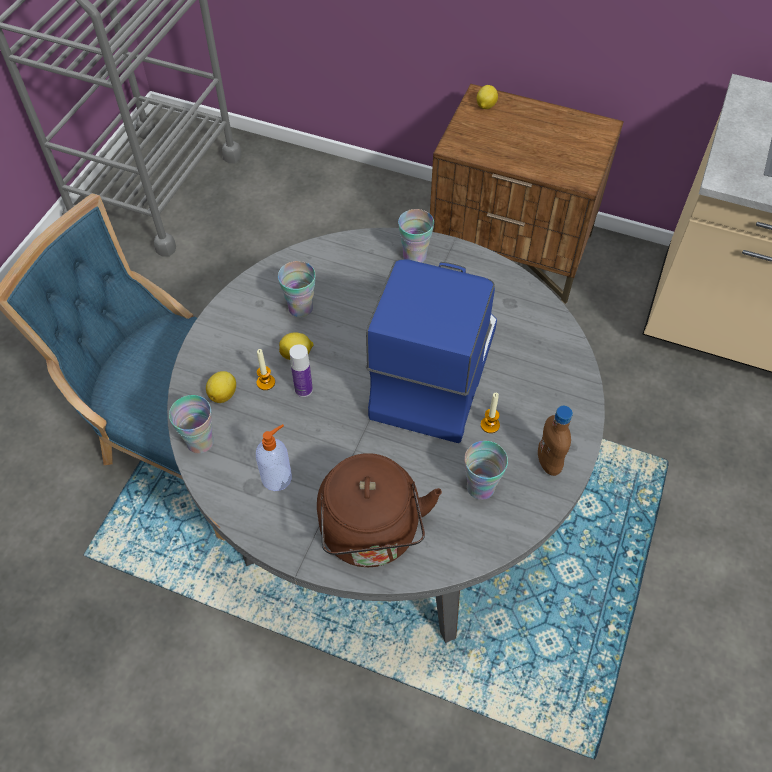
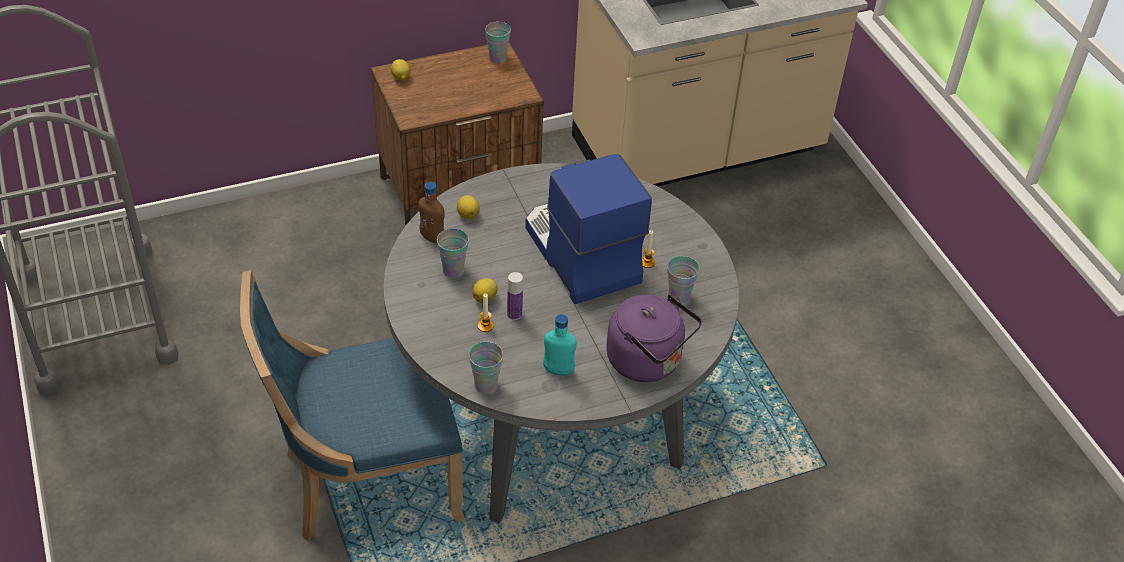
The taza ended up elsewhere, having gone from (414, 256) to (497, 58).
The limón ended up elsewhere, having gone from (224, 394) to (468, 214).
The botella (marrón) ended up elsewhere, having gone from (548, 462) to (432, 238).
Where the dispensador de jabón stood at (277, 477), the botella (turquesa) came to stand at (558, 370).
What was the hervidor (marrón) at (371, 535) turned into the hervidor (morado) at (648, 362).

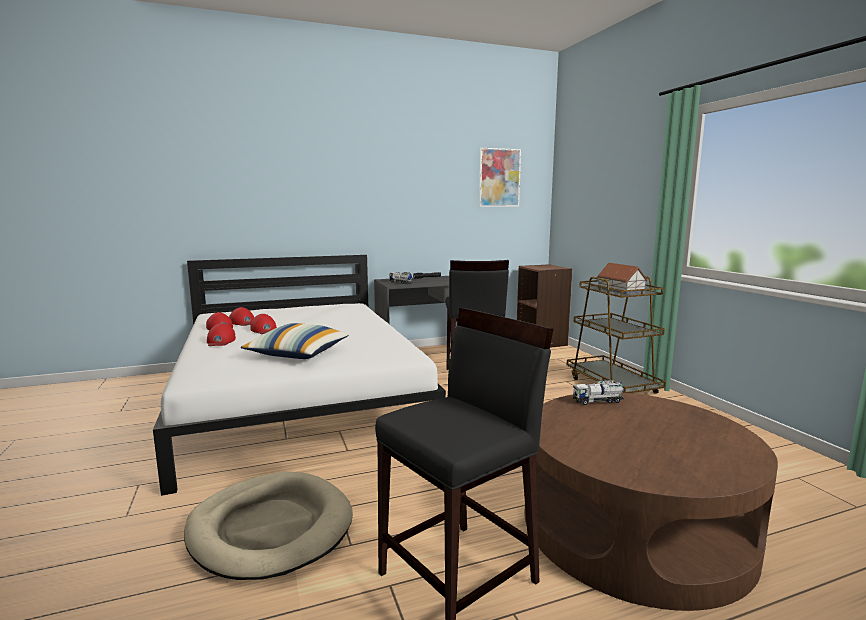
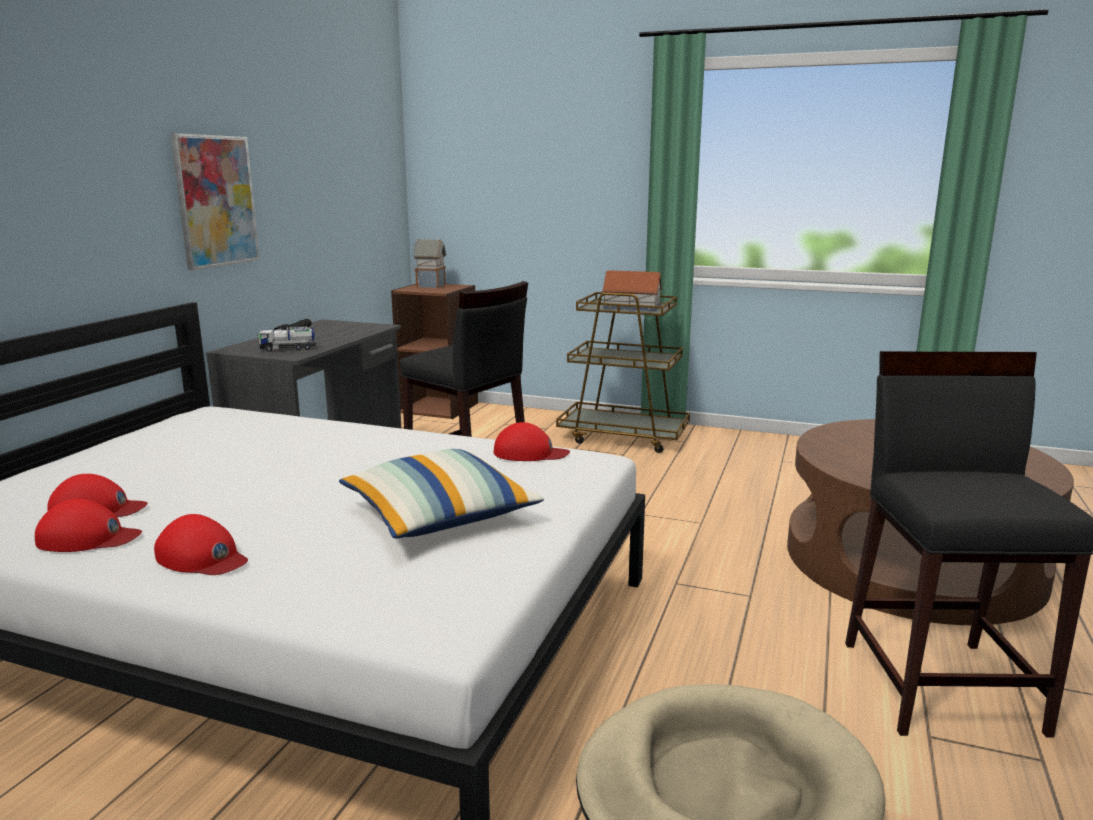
The cuadro ended up elsewhere, having gone from (499, 178) to (216, 201).
The gorra (rojo) ended up elsewhere, having gone from (264, 330) to (530, 453).
The second view lost the camión de juguete at (598, 401).
The second view gained the casita at (431, 286).

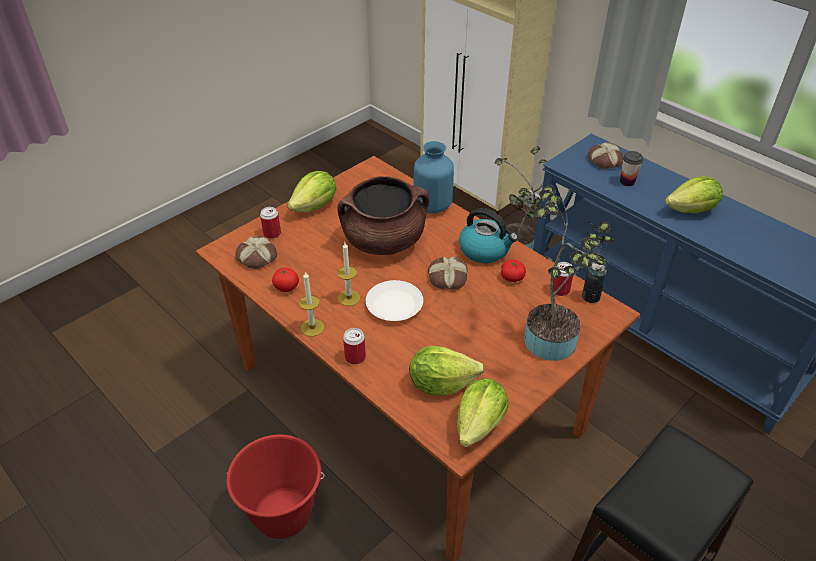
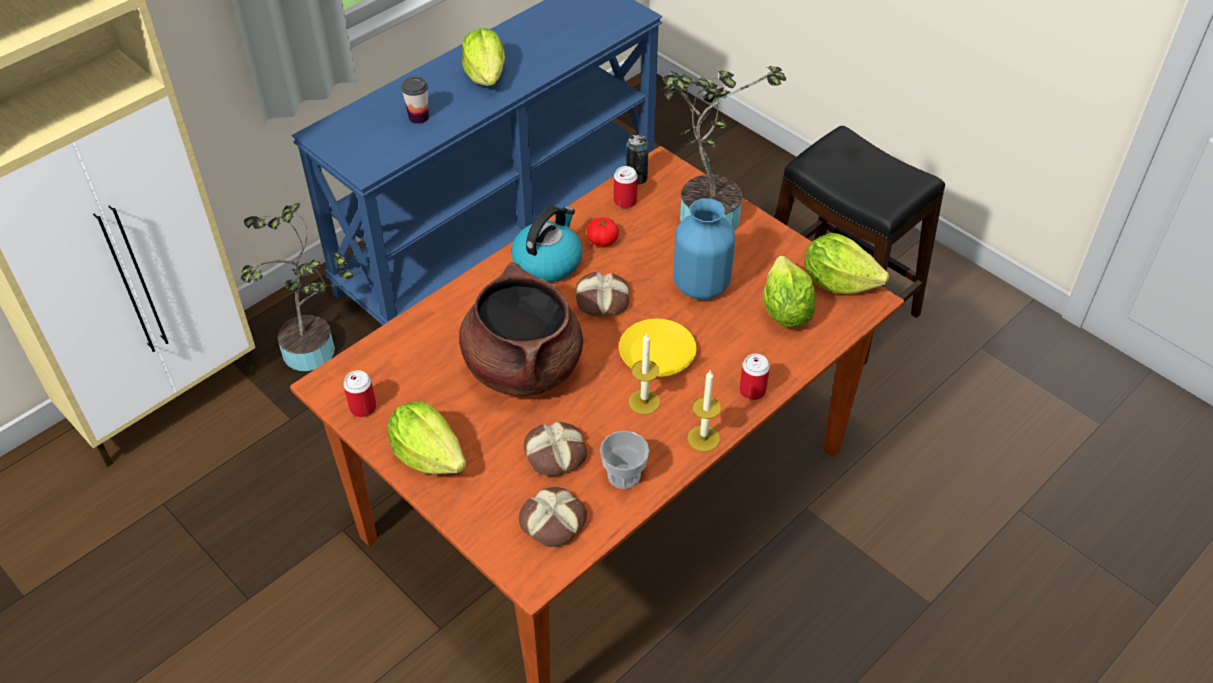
The florero (azul) ended up elsewhere, having gone from (432, 206) to (701, 286).
The pan ended up elsewhere, having gone from (604, 160) to (555, 455).
The lata ended up elsewhere, having gone from (272, 234) to (363, 407).
Where the tomate stood at (286, 287), the taza came to stand at (624, 475).
What was the plato (blanco) at (394, 306) turned into the plato (amarillo) at (658, 353).
The second view lost the cubo (rojo) at (283, 514).

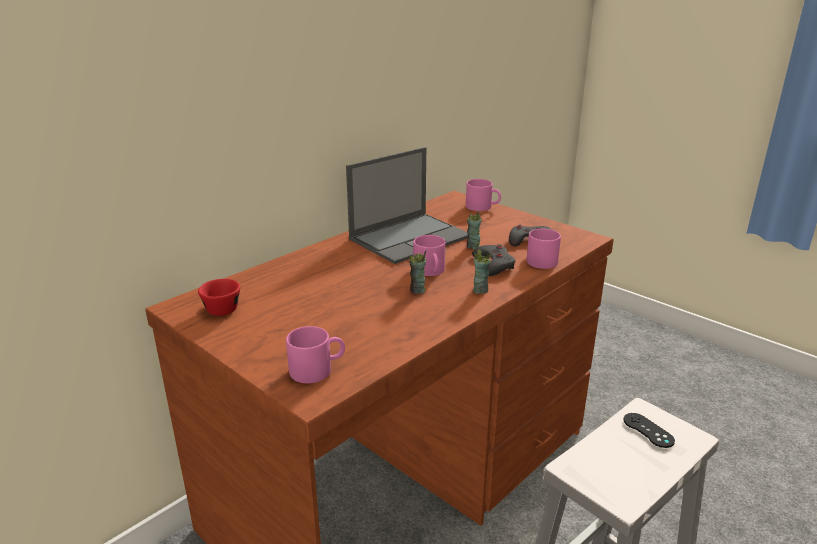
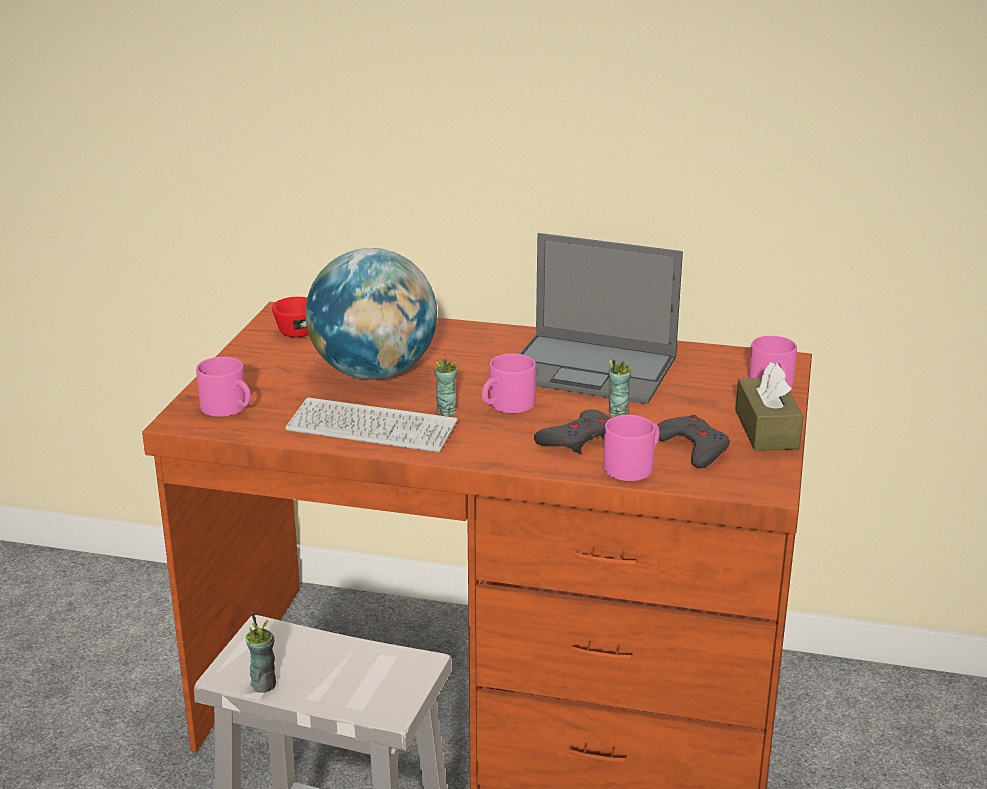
The taza ended up elsewhere, having gone from (480, 290) to (264, 684).
The second view lost the mando de consola (negro) at (648, 430).
The second view gained the globo terráqueo at (374, 373).
The second view gained the caja de pañuelos (marrón) at (766, 429).
The second view gained the teclado at (371, 428).

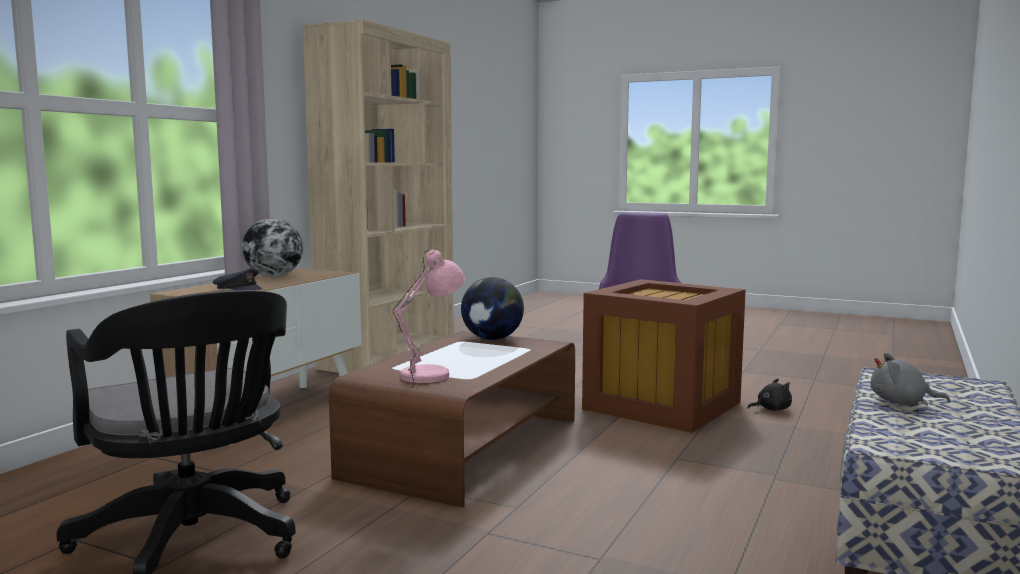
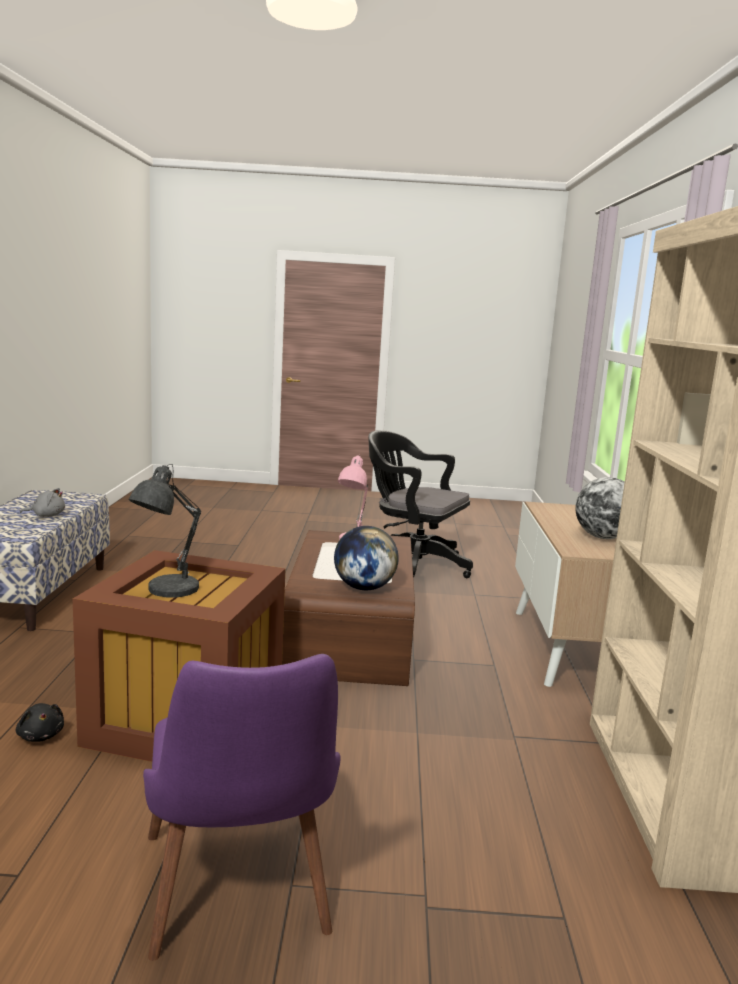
The second view lost the gorra (gris) at (238, 289).
The peluche (negro) at (771, 409) ended up facing another way, 90 degrees counterclockwise from before.
The second view gained the lámpara de mesa (gris) at (168, 590).

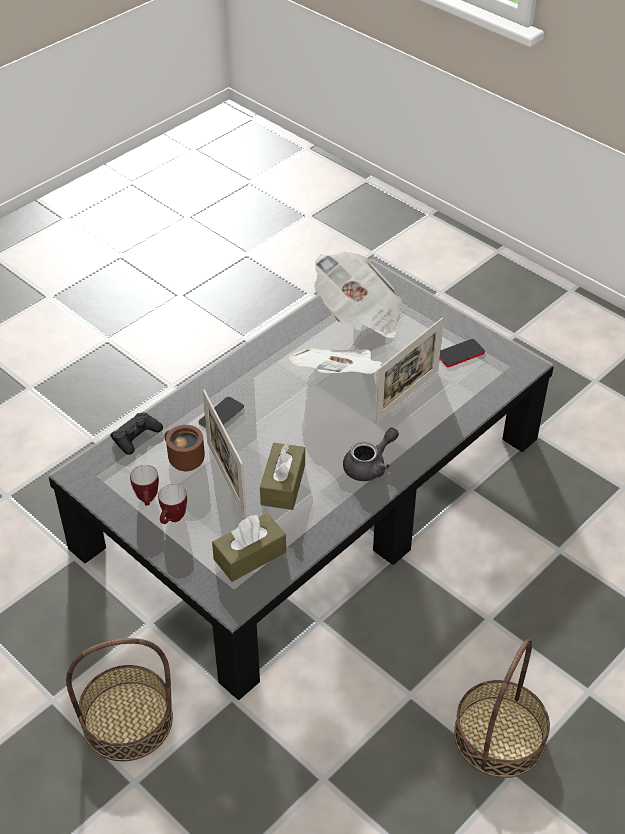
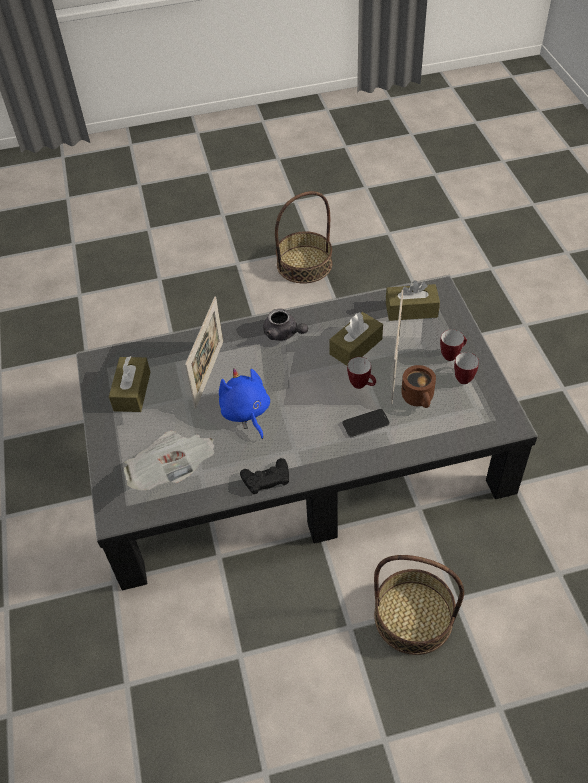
The portarretratos at (406, 396) ended up facing another way, 120 degrees clockwise from before.
Where the móvil stood at (460, 354), the caja de pañuelos (marrón) came to stand at (132, 391).
Where the periódico stood at (339, 379), the peluche (azul) came to stand at (246, 413).
The mando de consola (negro) ended up elsewhere, having gone from (136, 436) to (266, 478).
The tetera (gris) at (370, 466) ended up facing another way, 135 degrees counterclockwise from before.
The cesta ended up elsewhere, having gone from (127, 721) to (413, 616).
The second view gained the taza grande at (362, 385).

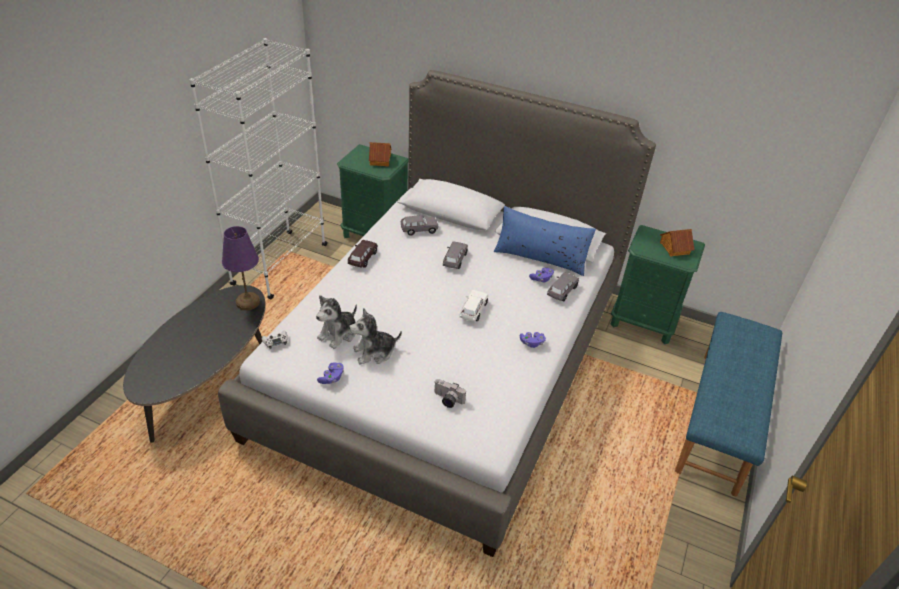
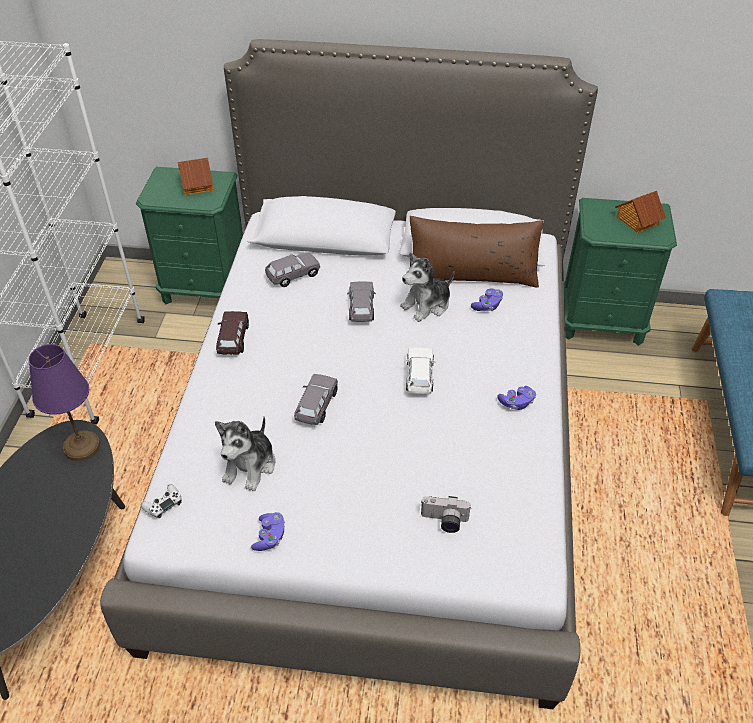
What was the cojín (azul) at (540, 257) turned into the cojín (marrón) at (472, 274).
The coche de juguete (gris) ended up elsewhere, having gone from (561, 291) to (316, 406).
The peluche ended up elsewhere, having gone from (374, 352) to (427, 305).

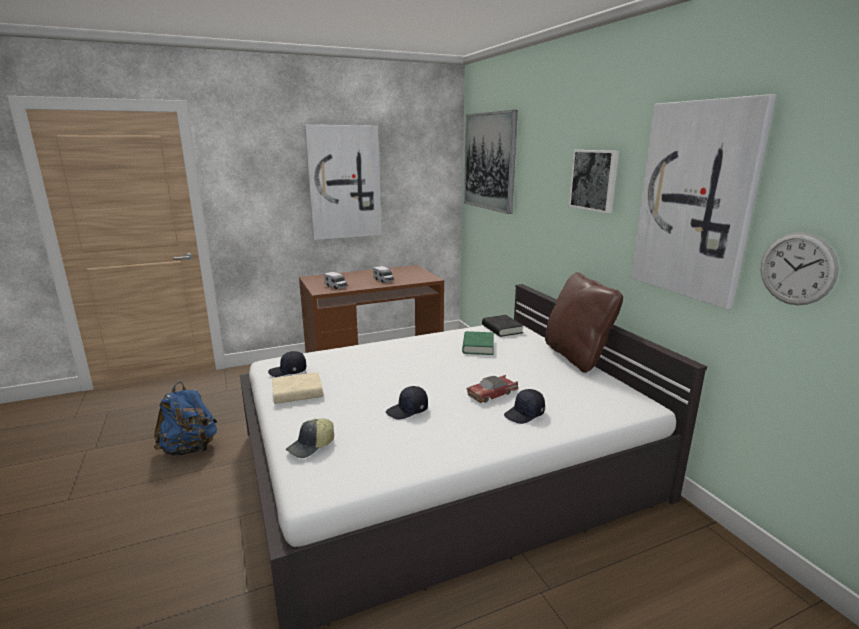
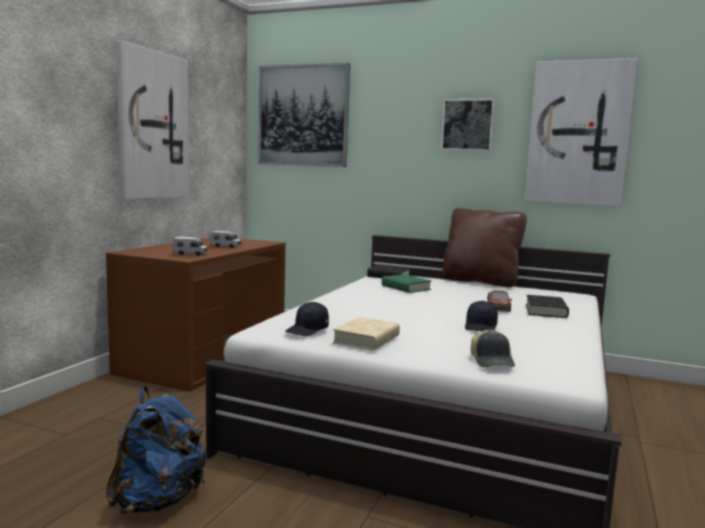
The second view lost the reloj de pared at (797, 269).
Where the gorra (negro) stood at (524, 414), the libro (negro) came to stand at (546, 311).

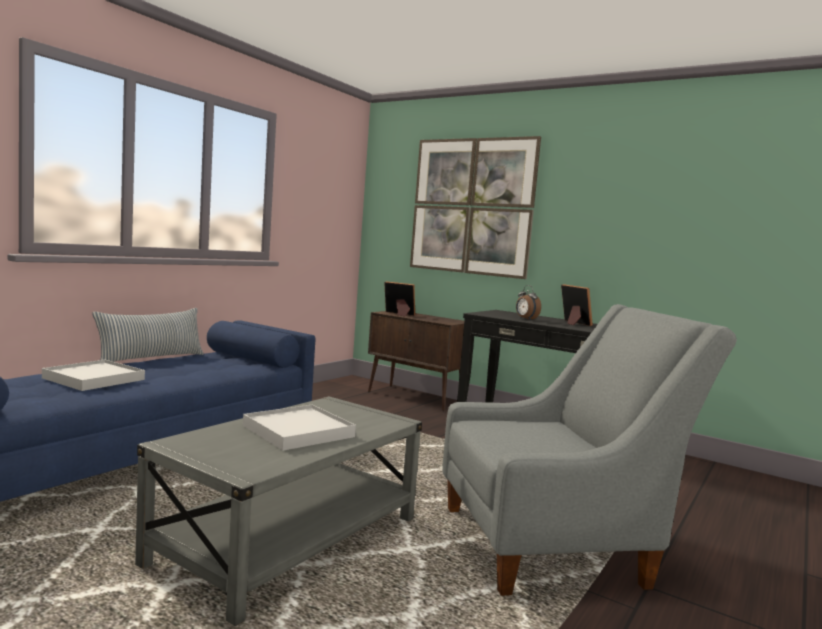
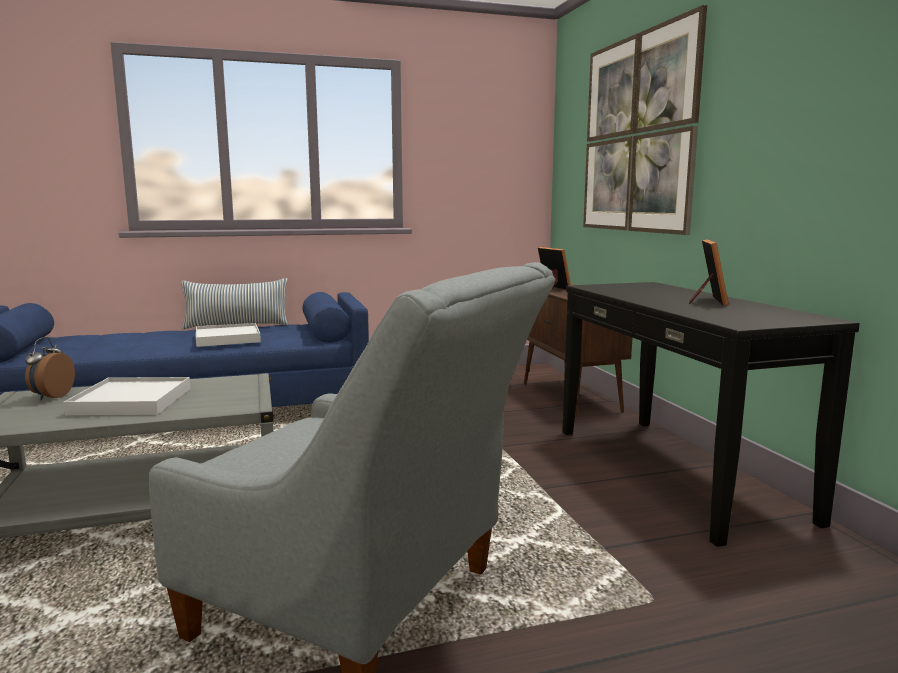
The despertador ended up elsewhere, having gone from (526, 319) to (51, 396).
The bandeja (blanco) ended up elsewhere, having gone from (93, 379) to (227, 338).

